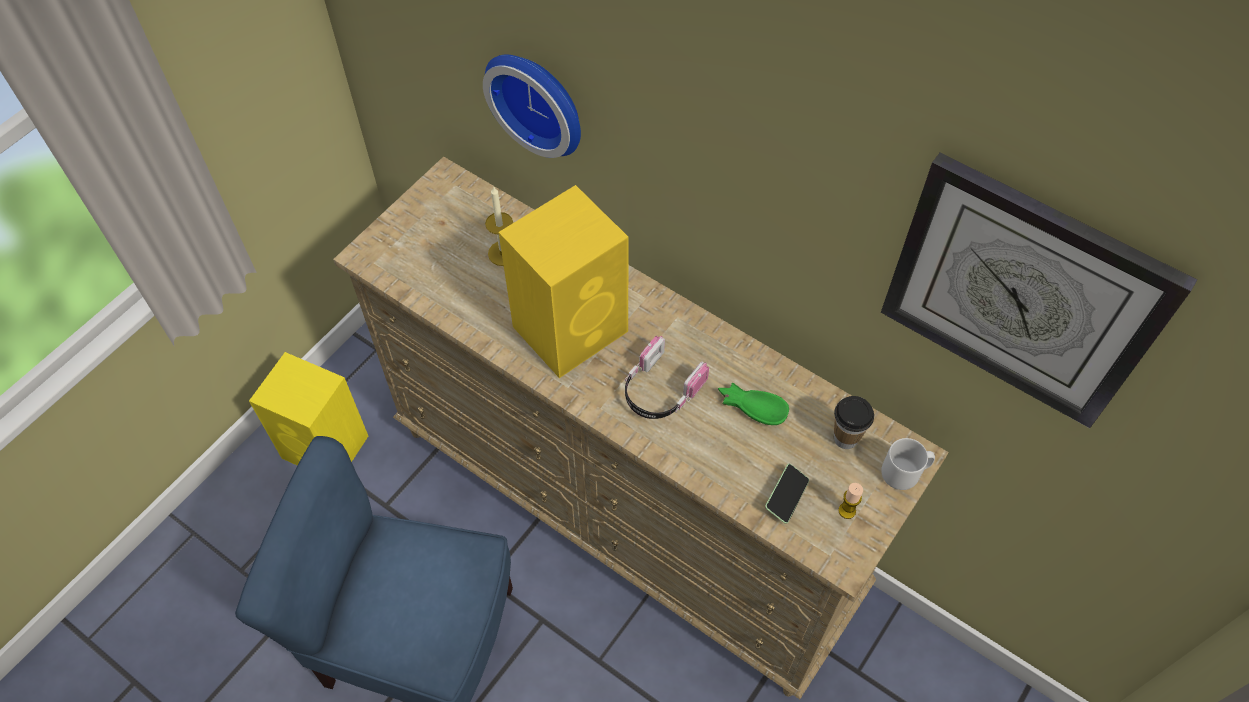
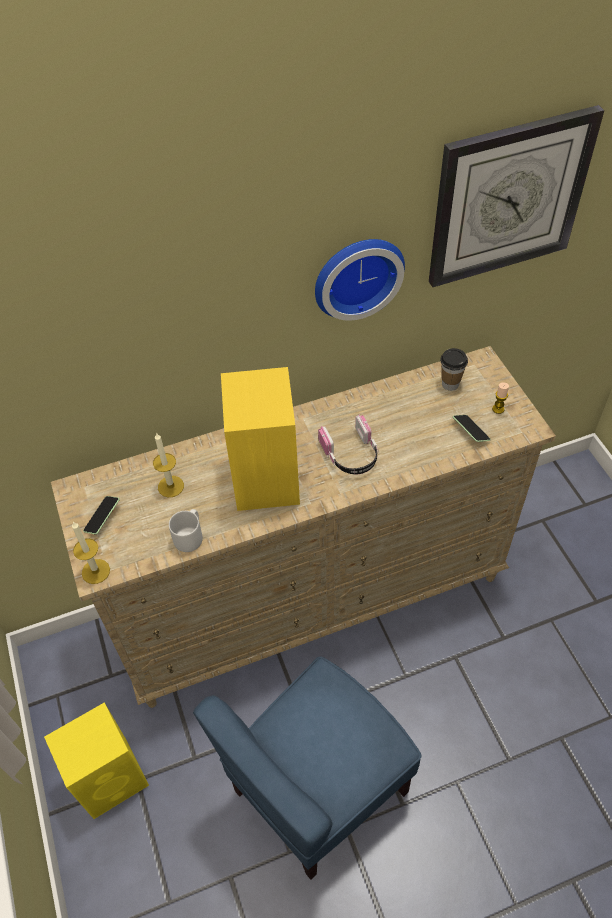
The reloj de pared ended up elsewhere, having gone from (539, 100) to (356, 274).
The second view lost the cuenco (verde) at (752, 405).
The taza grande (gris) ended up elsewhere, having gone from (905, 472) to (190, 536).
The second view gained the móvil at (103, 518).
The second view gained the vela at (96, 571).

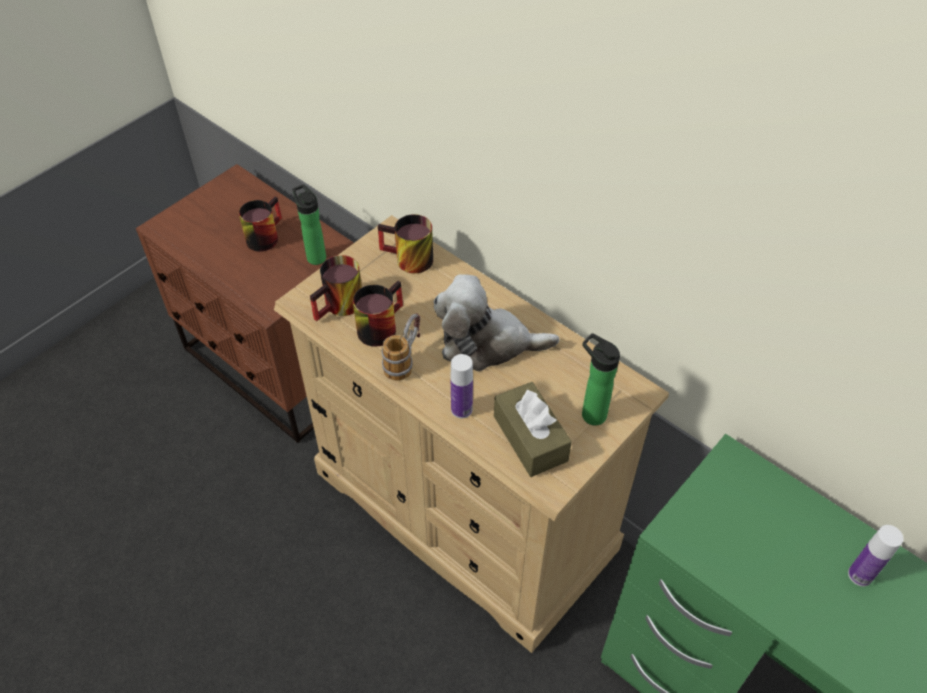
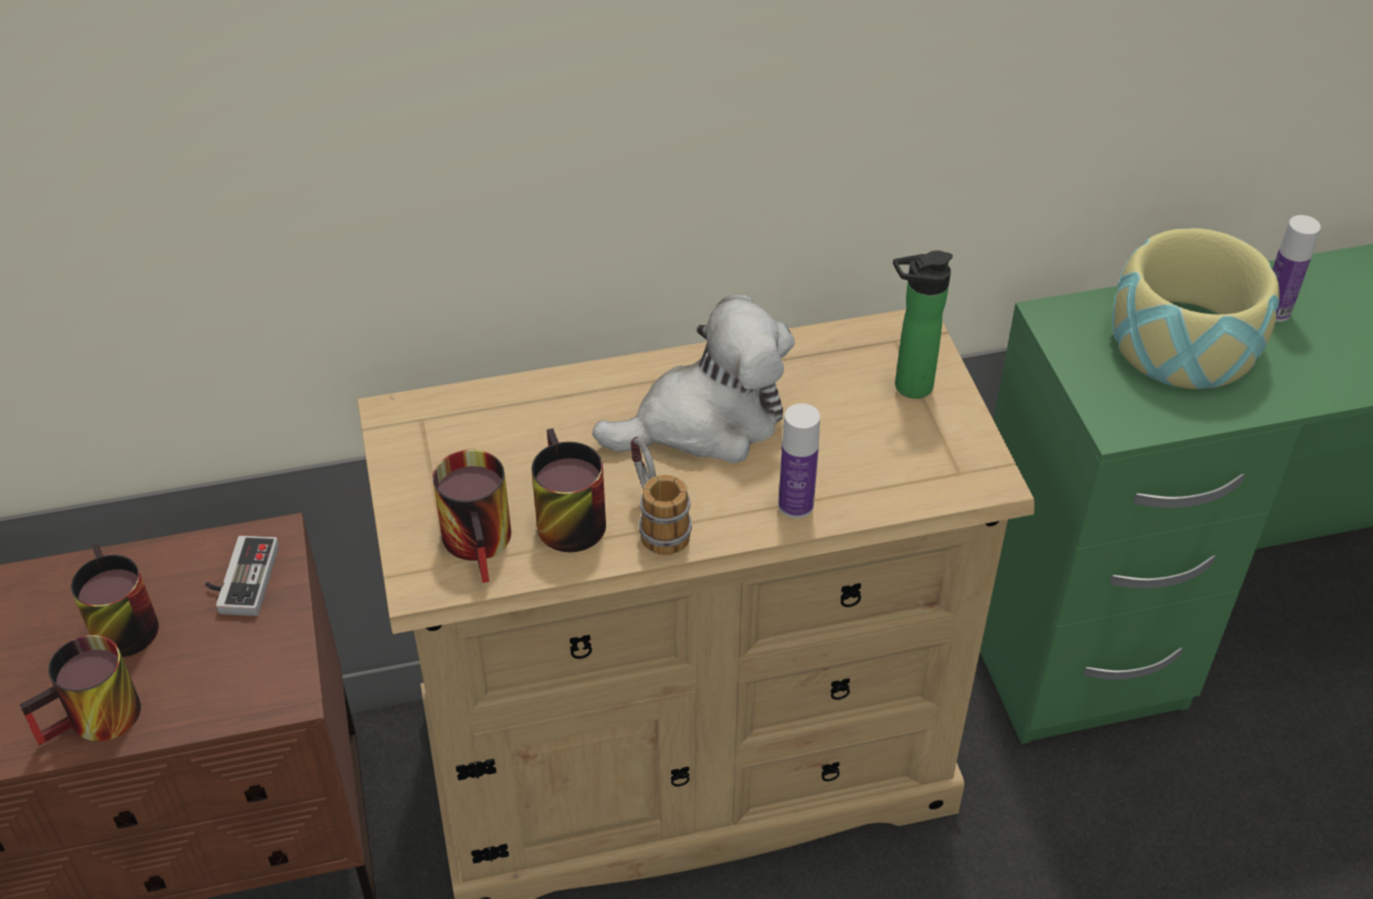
Where the botella stood at (315, 256), the mando de consola came to stand at (240, 579).
The taza grande ended up elsewhere, having gone from (407, 261) to (96, 724).
The peluche at (487, 343) ended up facing another way, 150 degrees counterclockwise from before.
The second view lost the caja de pañuelos (marrón) at (530, 438).
The second view gained the cuenco at (1182, 342).

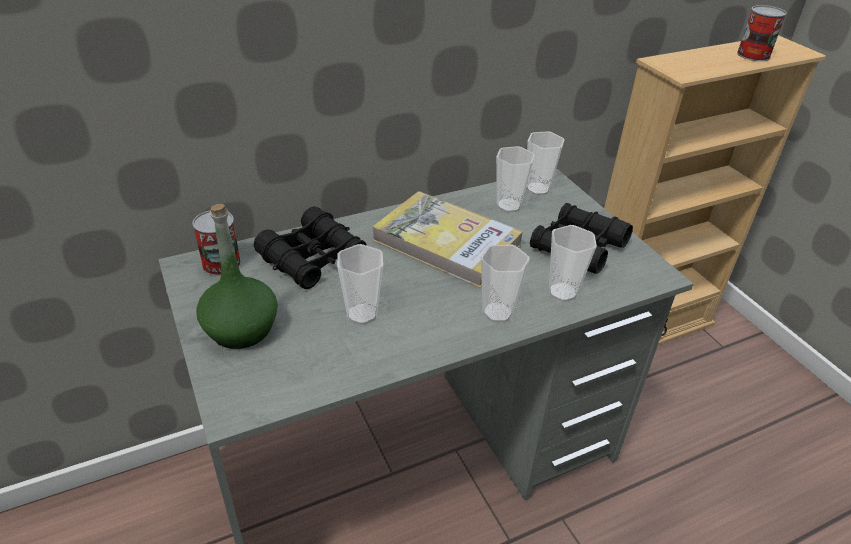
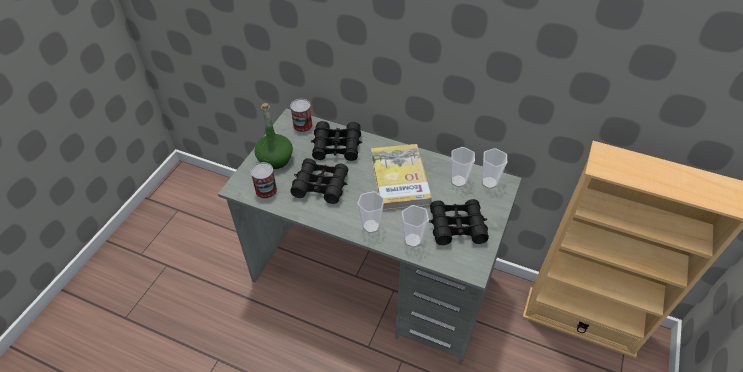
The lata ended up elsewhere, having gone from (753, 55) to (266, 190).
Where the taza stood at (362, 314), the prismáticos (negro) came to stand at (320, 185).

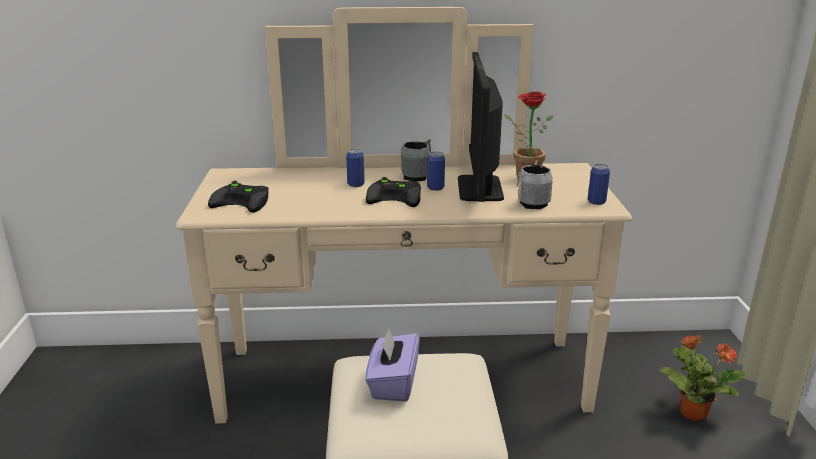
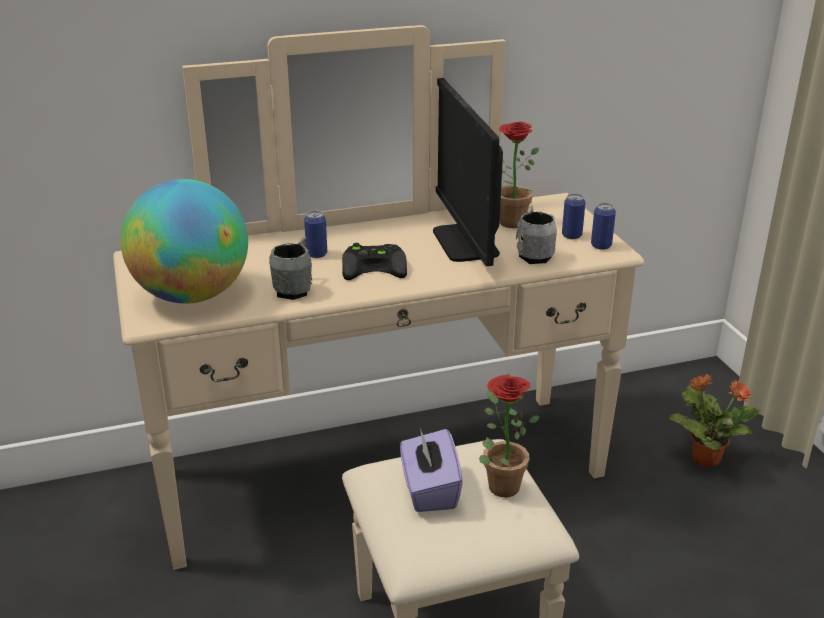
The taza grande (gris) ended up elsewhere, having gone from (418, 176) to (295, 289).
The lata ended up elsewhere, having gone from (435, 188) to (571, 235).
Where the mando de consola (negro) stood at (244, 201), the globo terráqueo came to stand at (192, 295).
The second view gained the planta en maceta at (499, 483).

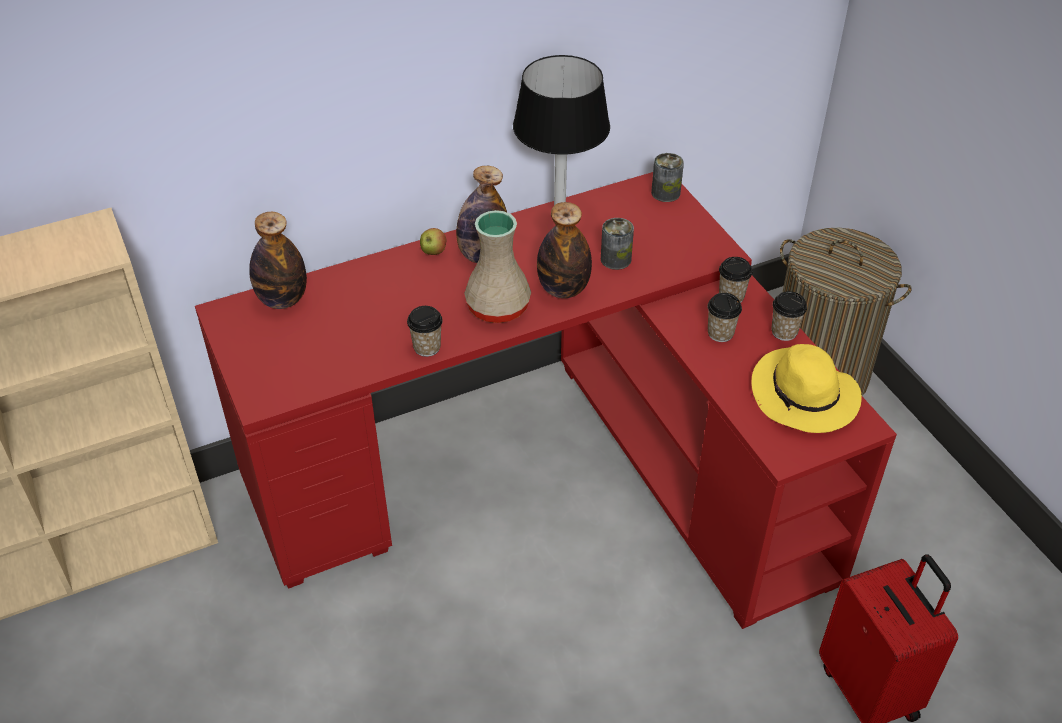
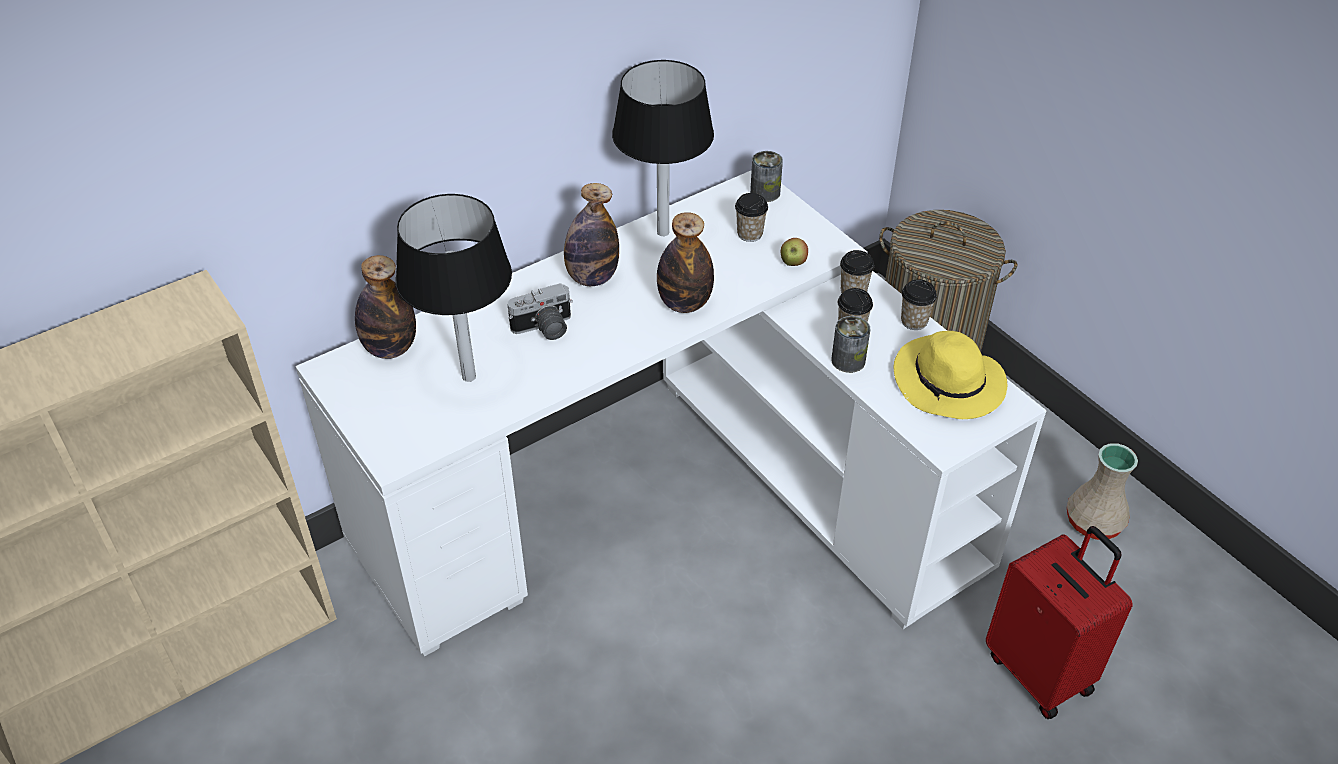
What was the escritorio (rojo) at (549, 472) turned into the escritorio (blanco) at (674, 496).
The florero (beis) ended up elsewhere, having gone from (498, 306) to (1094, 521).
The lata ended up elsewhere, having gone from (615, 259) to (848, 360).
The manzana ended up elsewhere, having gone from (433, 252) to (793, 263).
The taza ended up elsewhere, having gone from (427, 347) to (749, 234).
The second view gained the lámpara de mesa (negro) at (469, 376).
The second view gained the cámara at (544, 329).

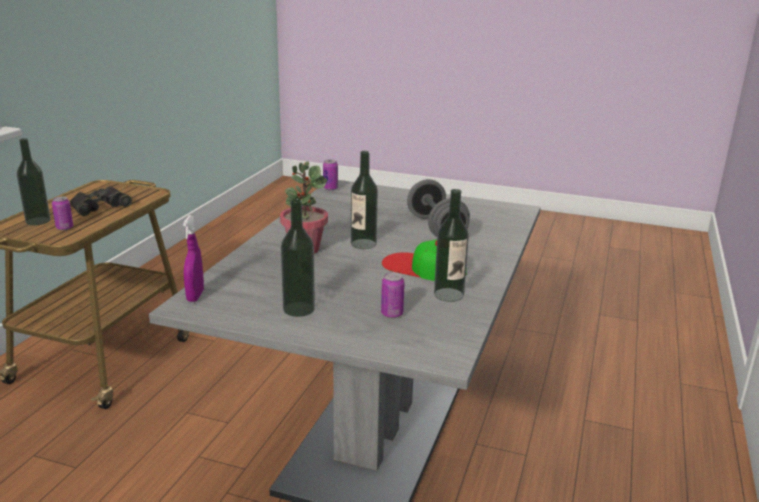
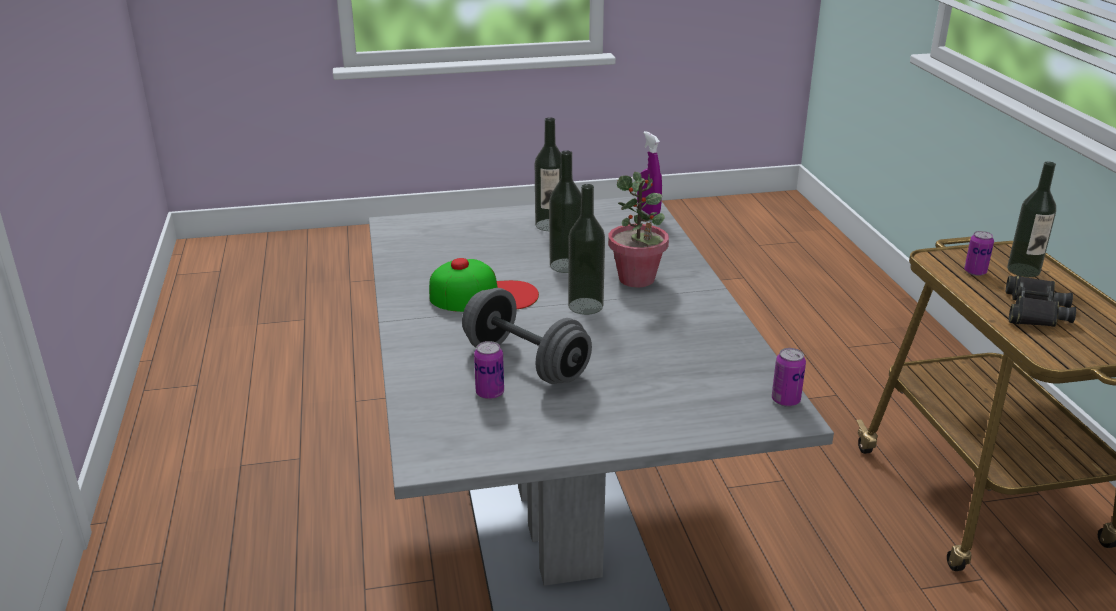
The botella ended up elsewhere, having gone from (449, 294) to (565, 265).
The lata ended up elsewhere, having gone from (392, 314) to (490, 393).

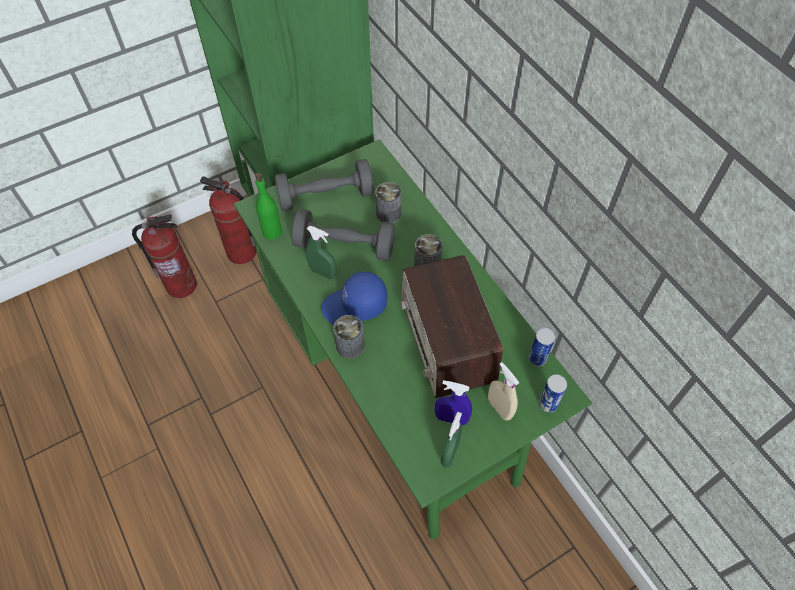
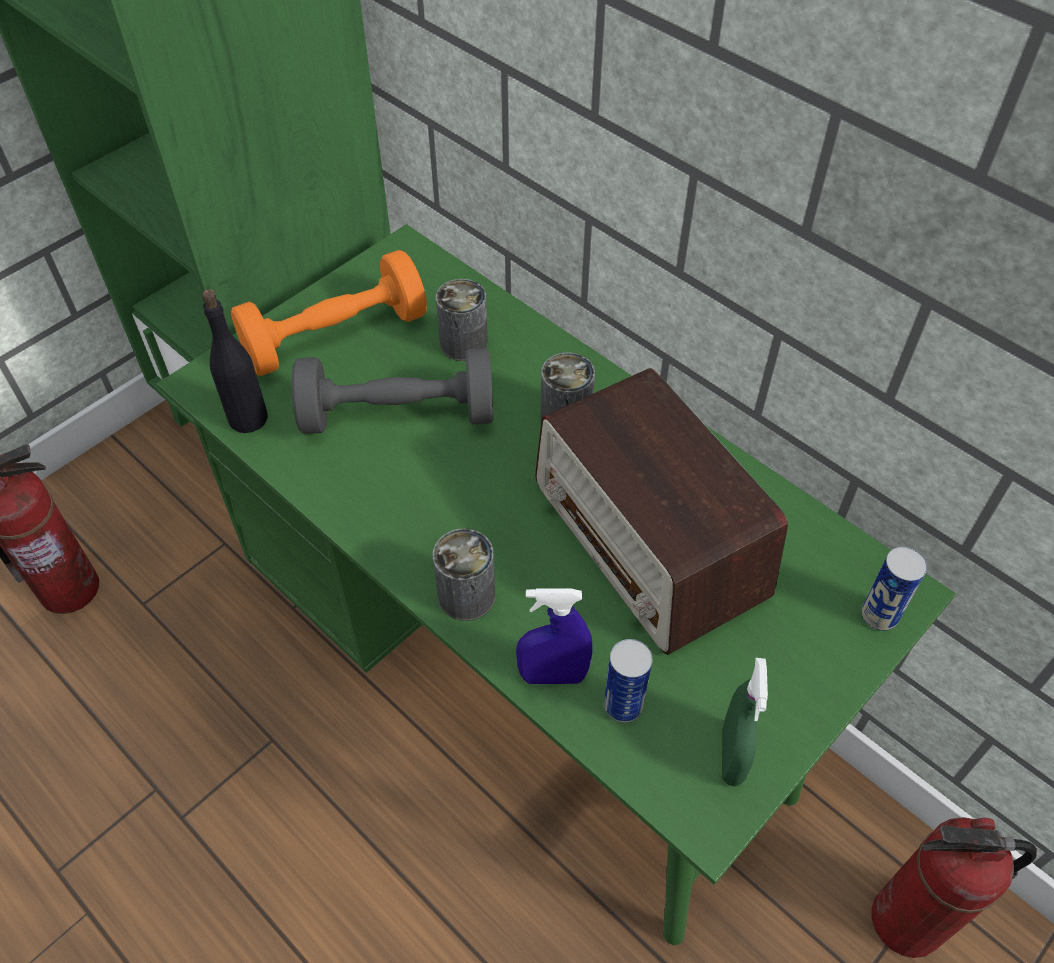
What was the mancuerna (gris) at (325, 196) turned into the mancuerna (naranja) at (335, 337).
What was the botella (verde) at (272, 231) turned into the botella (negro) at (248, 418).
The extintor ended up elsewhere, having gone from (241, 253) to (906, 922).
The second view lost the pulverizador (verde) at (323, 272).
The second view lost the gorra (azul) at (355, 306).
The lata ended up elsewhere, having gone from (537, 358) to (623, 705).
The second view lost the pulverizador (beis) at (499, 408).
The pulverizador (azul) ended up elsewhere, having gone from (451, 418) to (553, 676).

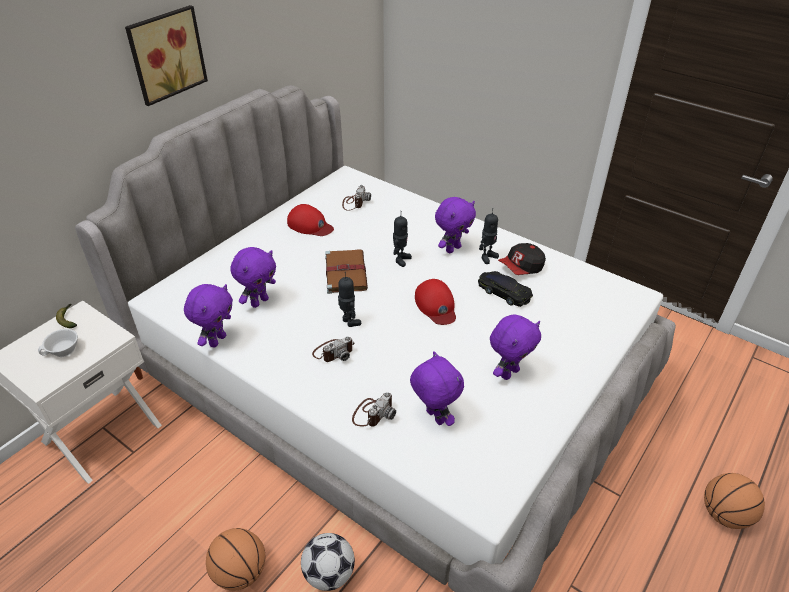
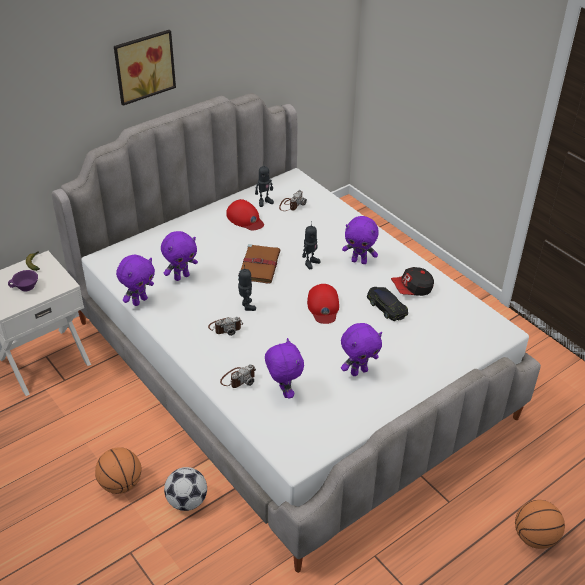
The peluche (morado) at (452, 248) ended up facing another way, 45 degrees clockwise from before.
The robot de juguete ended up elsewhere, having gone from (487, 257) to (264, 202).
What was the taza (blanco) at (63, 351) turned into the taza (morado) at (26, 287).

